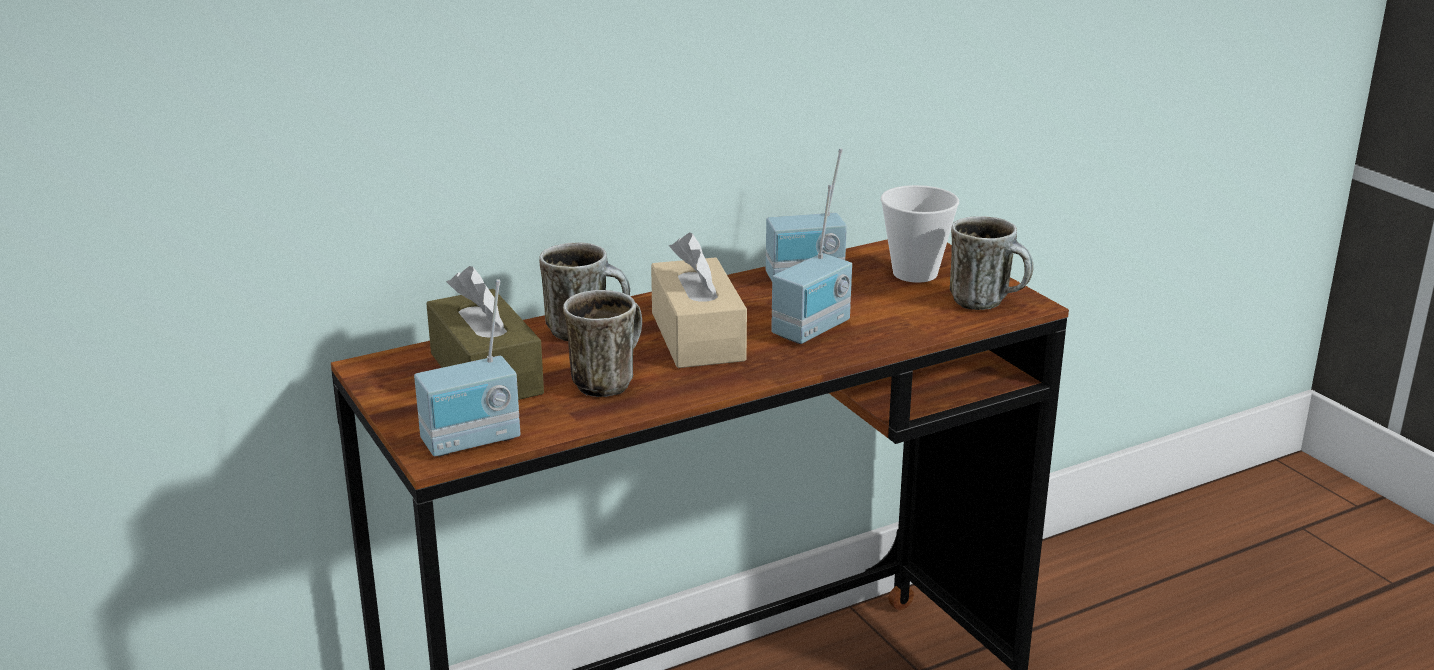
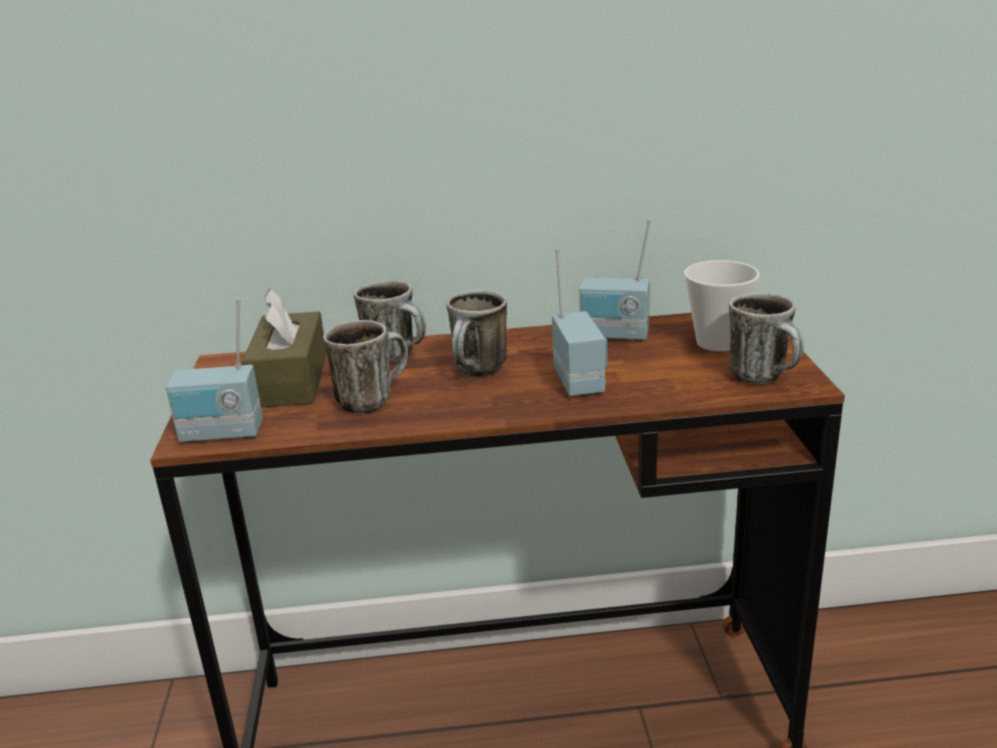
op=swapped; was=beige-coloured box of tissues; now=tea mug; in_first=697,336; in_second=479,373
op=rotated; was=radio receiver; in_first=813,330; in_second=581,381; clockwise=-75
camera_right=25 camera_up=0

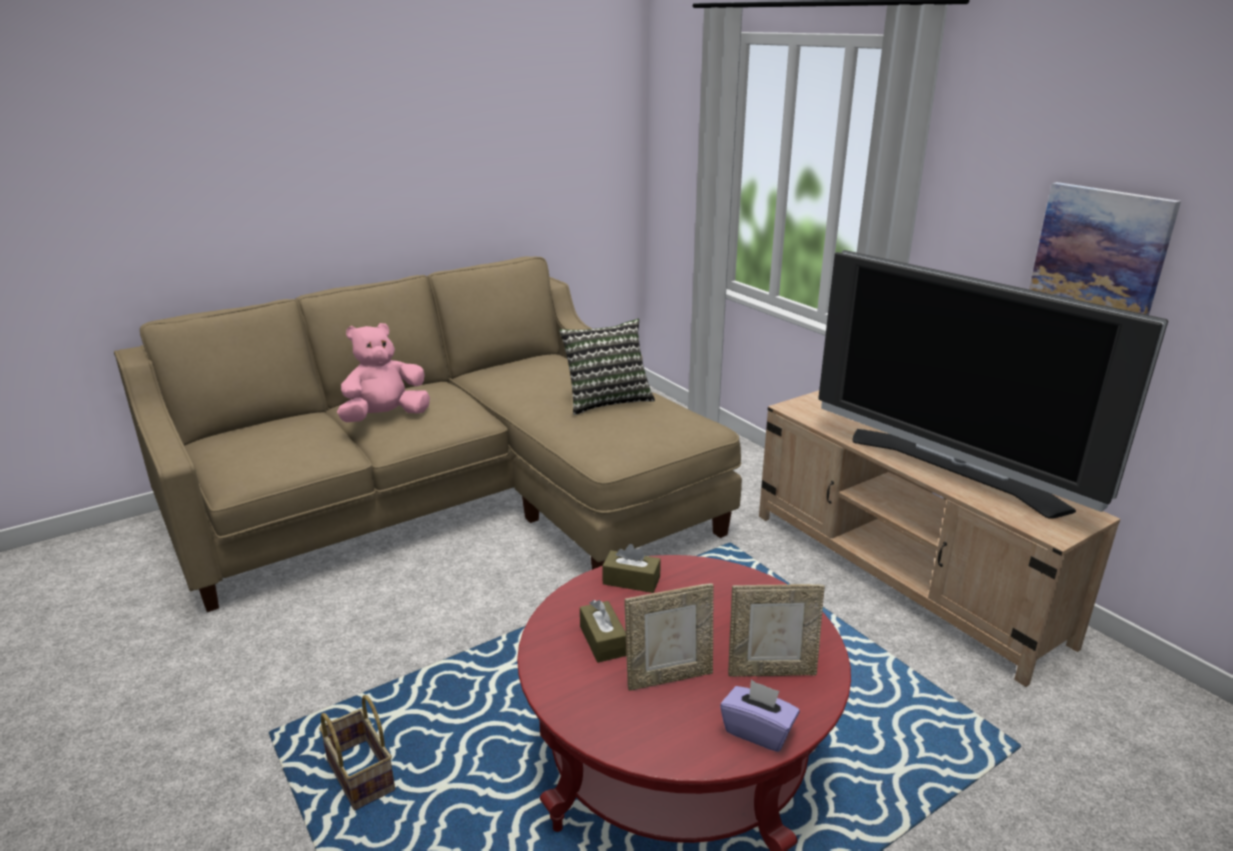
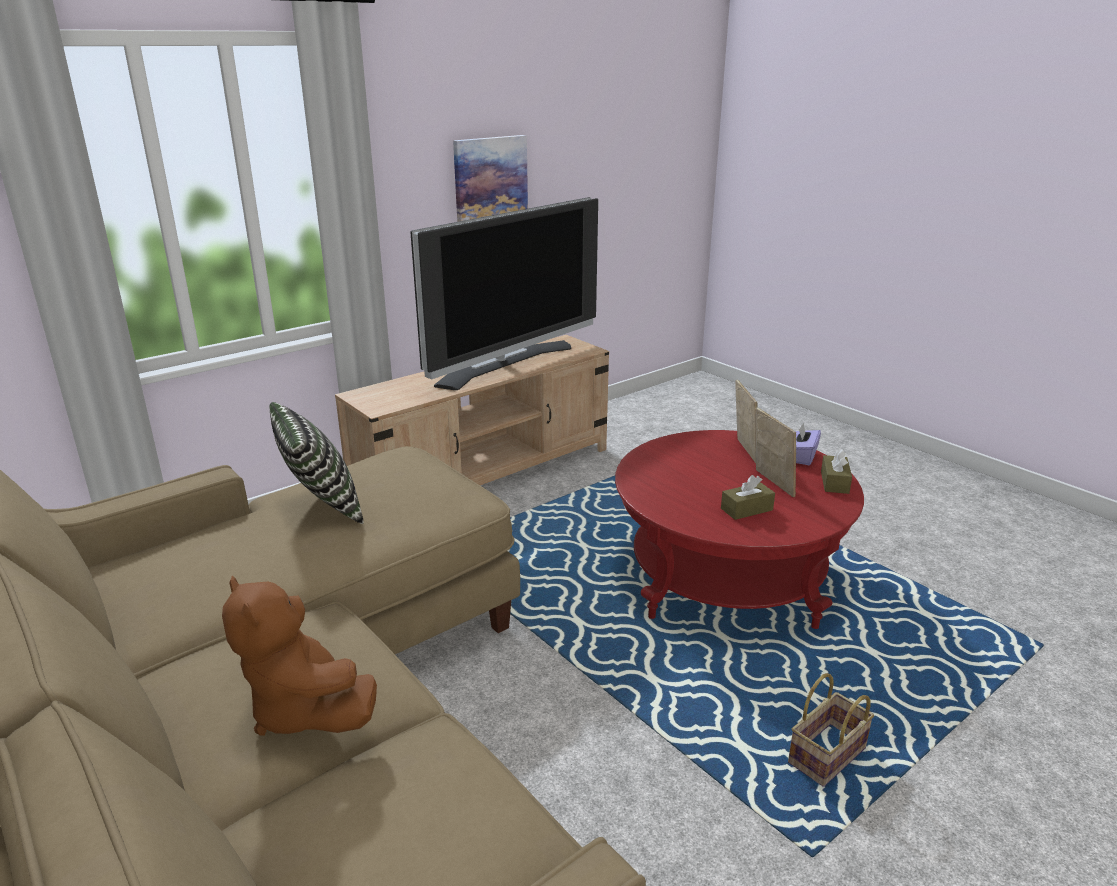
op=repainted; was=pink plush toy; now=brownish plush toy; in_first=385,417; in_second=305,710
op=shifted; was=brownish box of tissues; in_first=631,580; in_second=834,482
camera_right=-95 camera_up=0

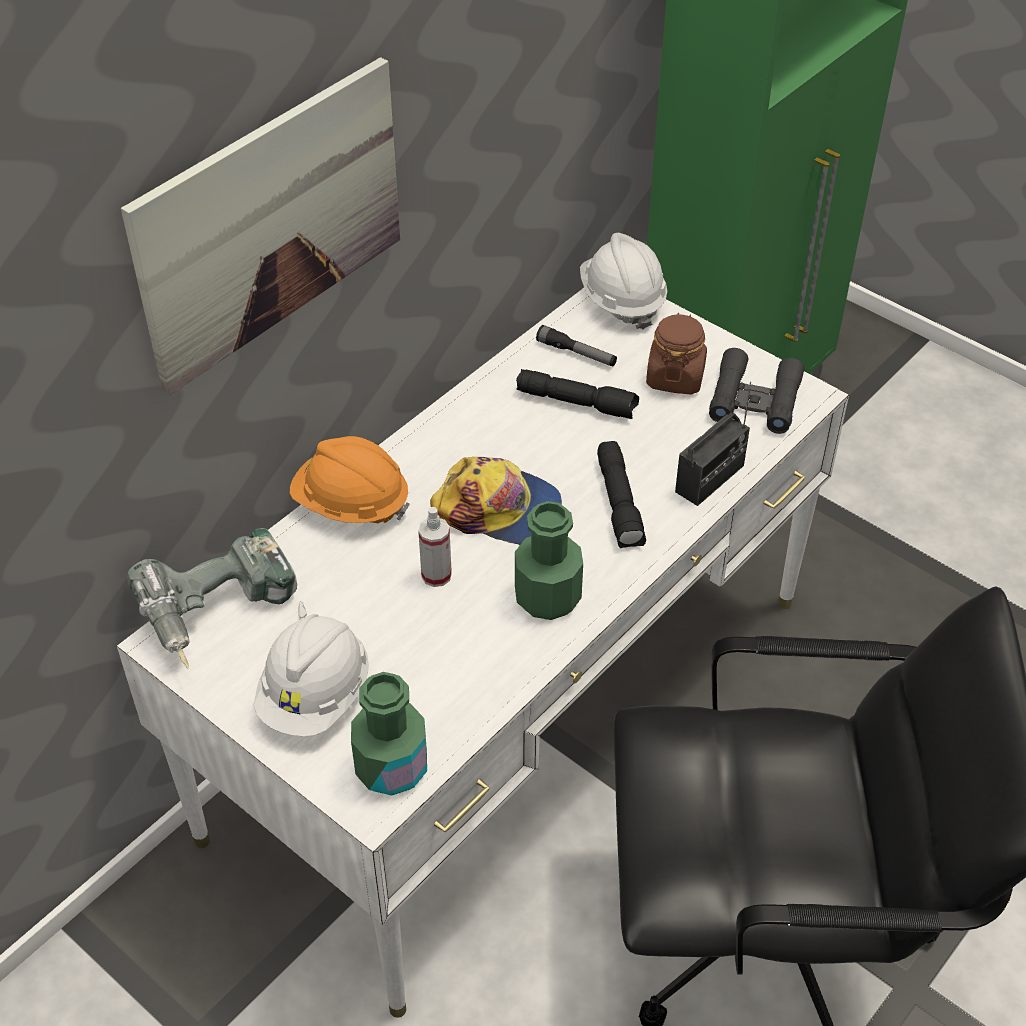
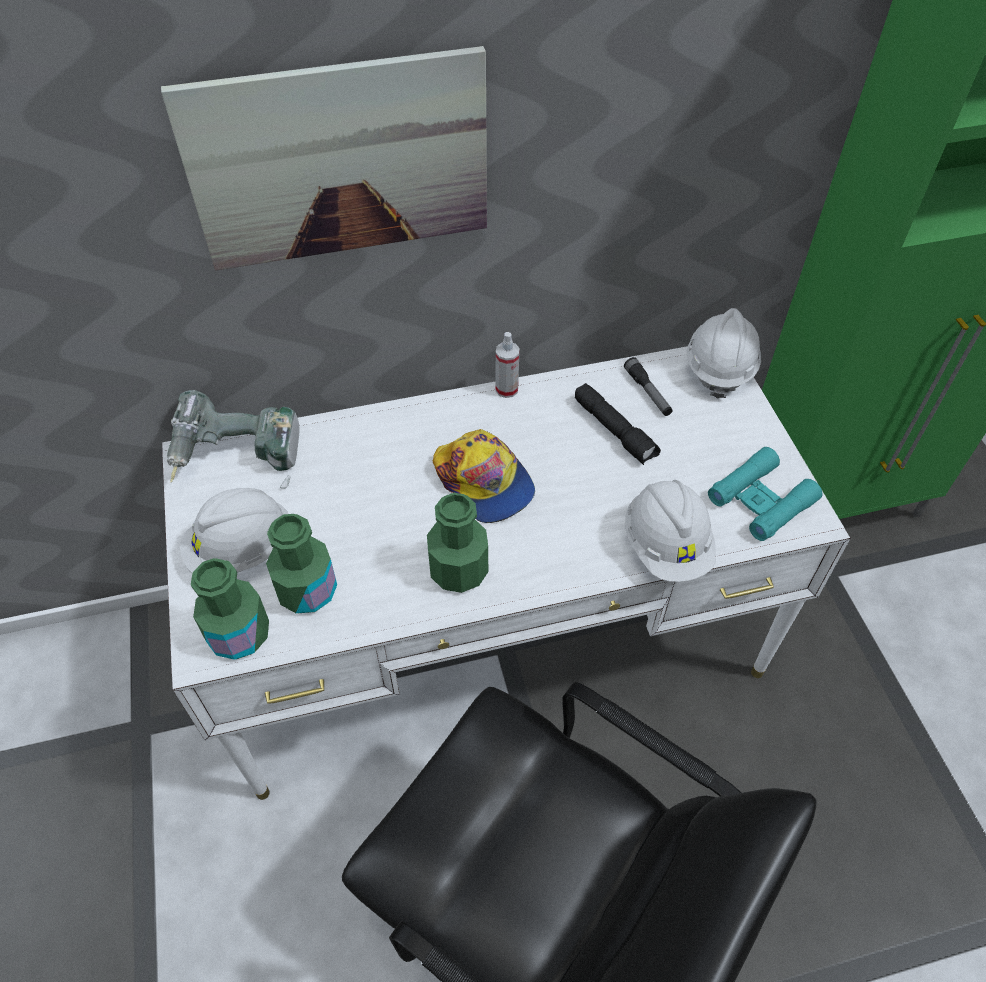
op=new; now=green bottle; in_second=307,591
op=shifted; was=sprayer; in_first=436,575; in_second=506,389
op=swapped; was=radio receiver; now=white-coloured safety helmet; in_first=710,479; in_second=666,546
op=repainted; was=blackish field glasses; now=turquoise field glasses; in_first=754,400; in_second=761,500
op=gone; was=orange-coloured safety helmet; in_first=351,504
op=gone; was=blackish torch; in_first=620,504
op=gone; was=brownish preserve jar; in_first=675,377
camera_right=35 camera_up=5

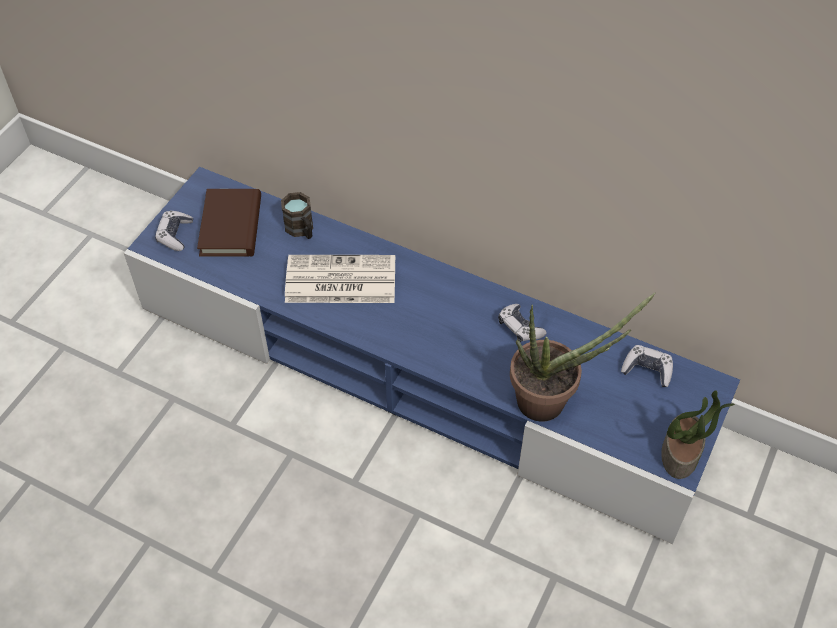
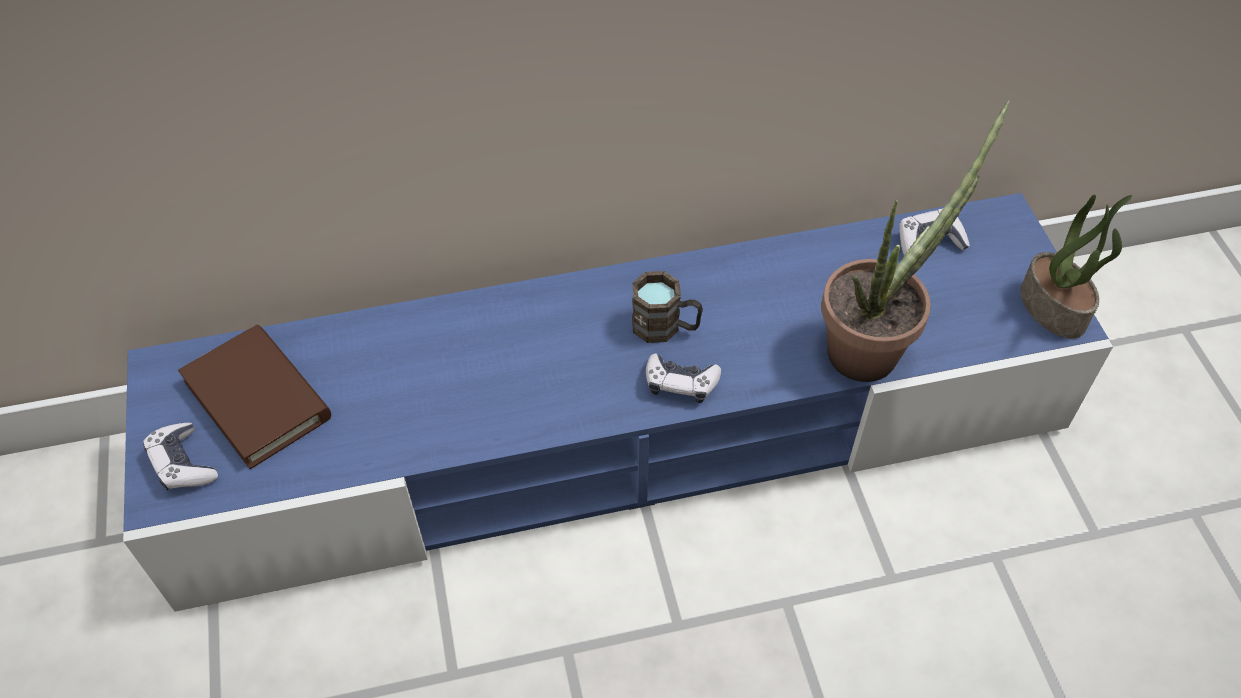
op=shifted; was=brownish tea mug; in_first=301,230; in_second=665,327
op=shifted; was=gamepad; in_first=520,328; in_second=680,383
op=gone; was=printed paper; in_first=339,281
camera_right=-40 camera_up=0

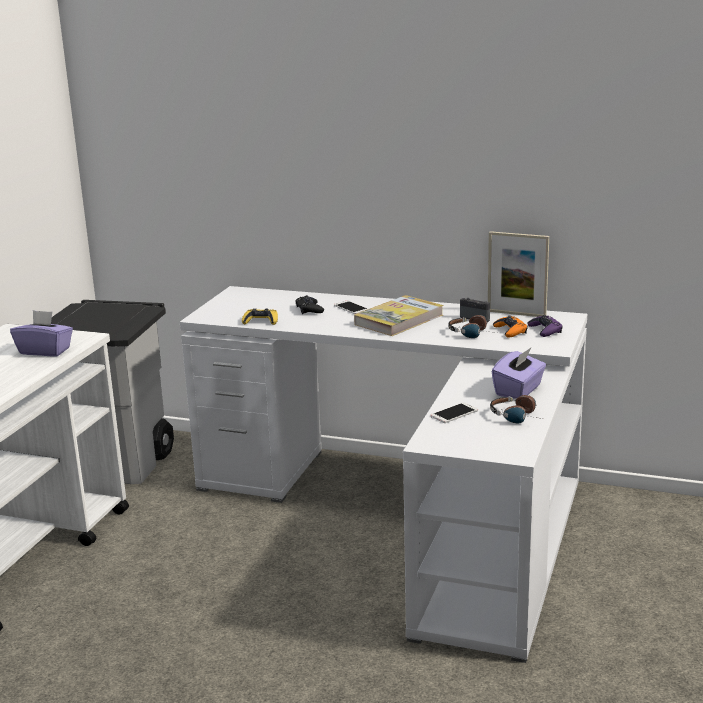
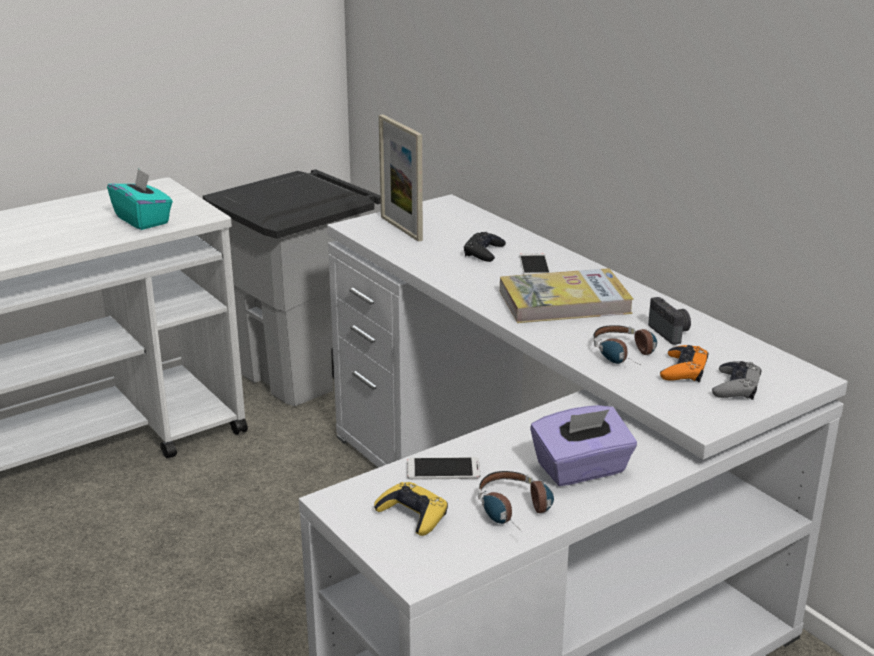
op=repainted; was=purple box of tissues; now=turquoise box of tissues; in_first=45,351; in_second=143,220
op=shifted; was=yellow-coloured gamepad; in_first=261,321; in_second=412,515
op=shifted; was=standing frame; in_first=516,314; in_second=401,228
op=repainted; was=purple gamepad; now=greyish gamepad; in_first=545,330; in_second=736,387
camera_right=35 camera_up=5

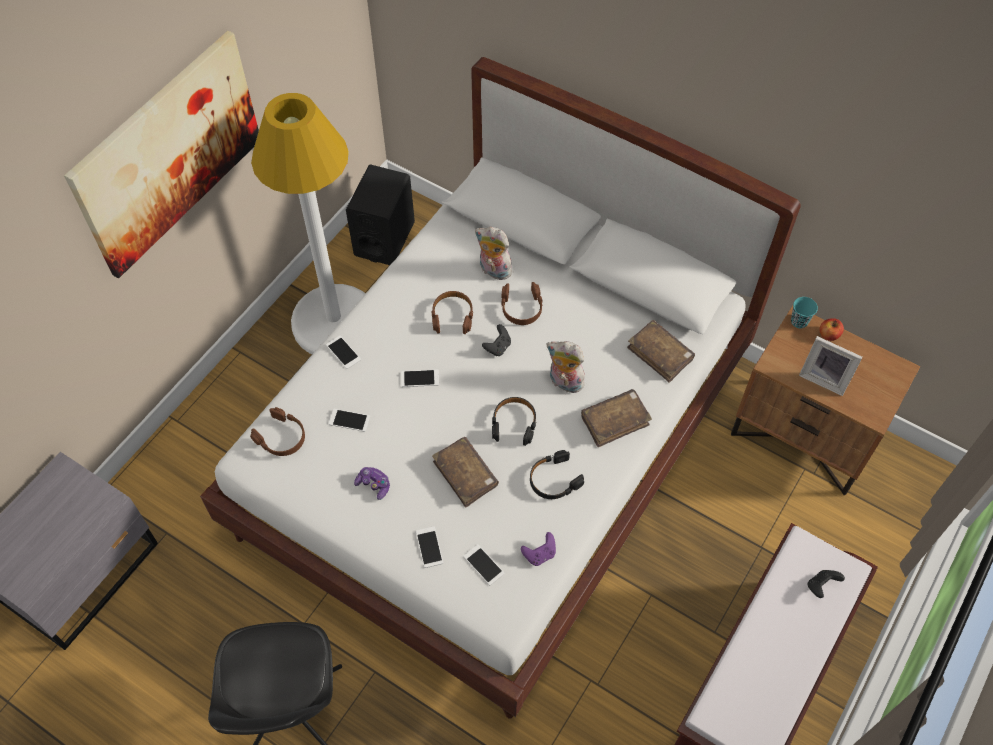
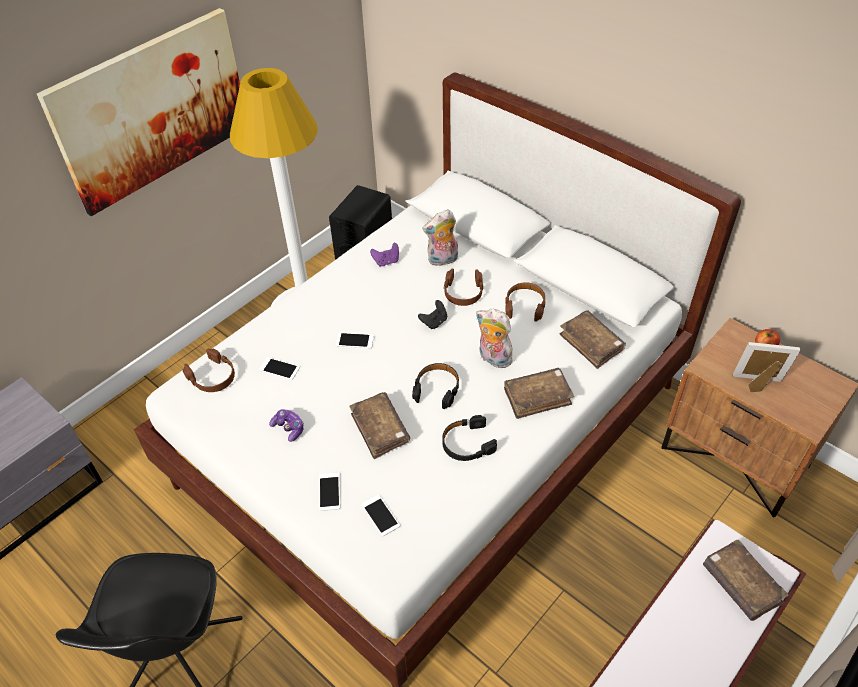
op=shifted; was=purple gamepad; in_first=539,554; in_second=386,261
op=rotated; was=plush toy; in_first=493,271; in_second=442,260; clockwise=-60
op=shifted; was=brownish pair of headphones; in_first=452,316; in_second=525,305
op=swapped; was=blackish gamepad; now=brownish bound book; in_first=821,586; in_second=740,584
op=rotated; was=standing frame; in_first=824,378; in_second=757,384; clockwise=150
op=gone; was=handset; in_first=343,352
op=gone; was=turquoise small cup; in_first=799,321
camera_right=10 camera_up=-10

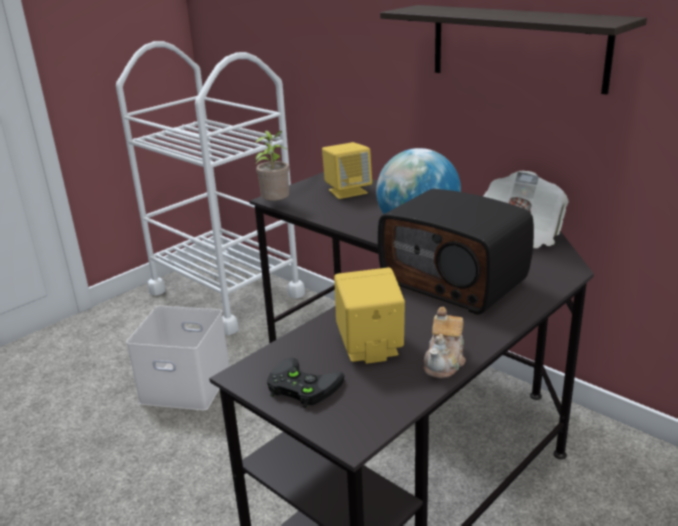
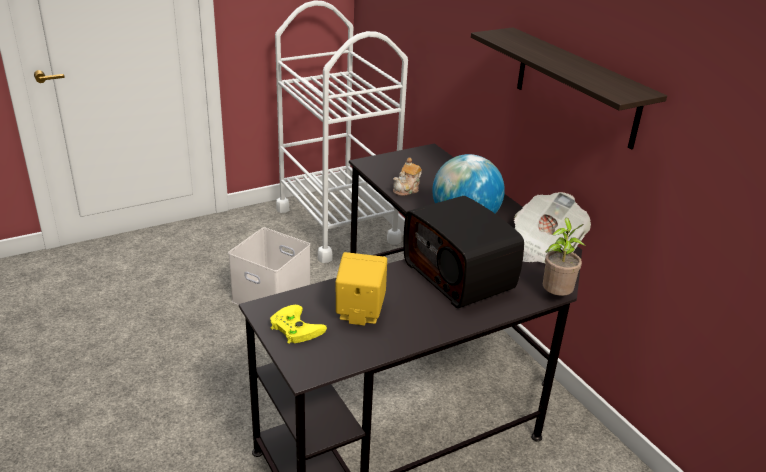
op=repainted; was=blackish gamepad; now=yellow-coloured gamepad; in_first=300,386; in_second=294,327
op=shifted; was=tea pot; in_first=445,362; in_second=407,189
op=shifted; was=plant in a pot; in_first=276,205; in_second=555,296
op=gone; was=yellow-coloured speaker; in_first=347,191
camera_right=15 camera_up=5

